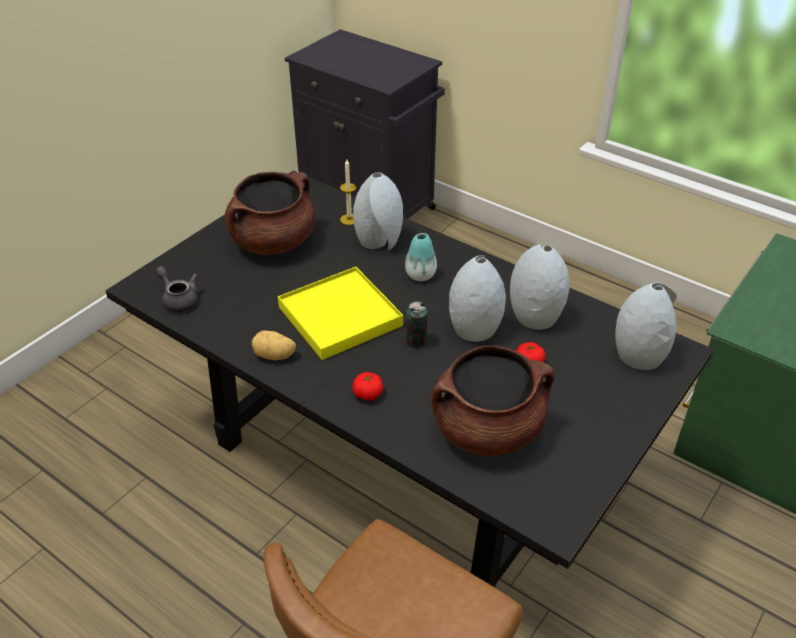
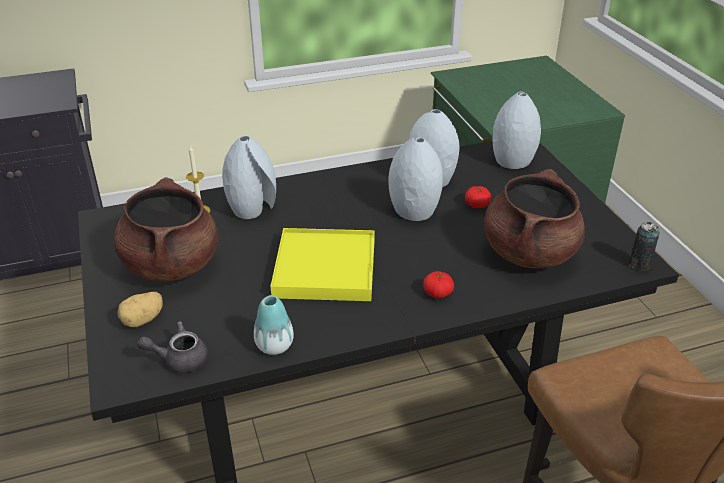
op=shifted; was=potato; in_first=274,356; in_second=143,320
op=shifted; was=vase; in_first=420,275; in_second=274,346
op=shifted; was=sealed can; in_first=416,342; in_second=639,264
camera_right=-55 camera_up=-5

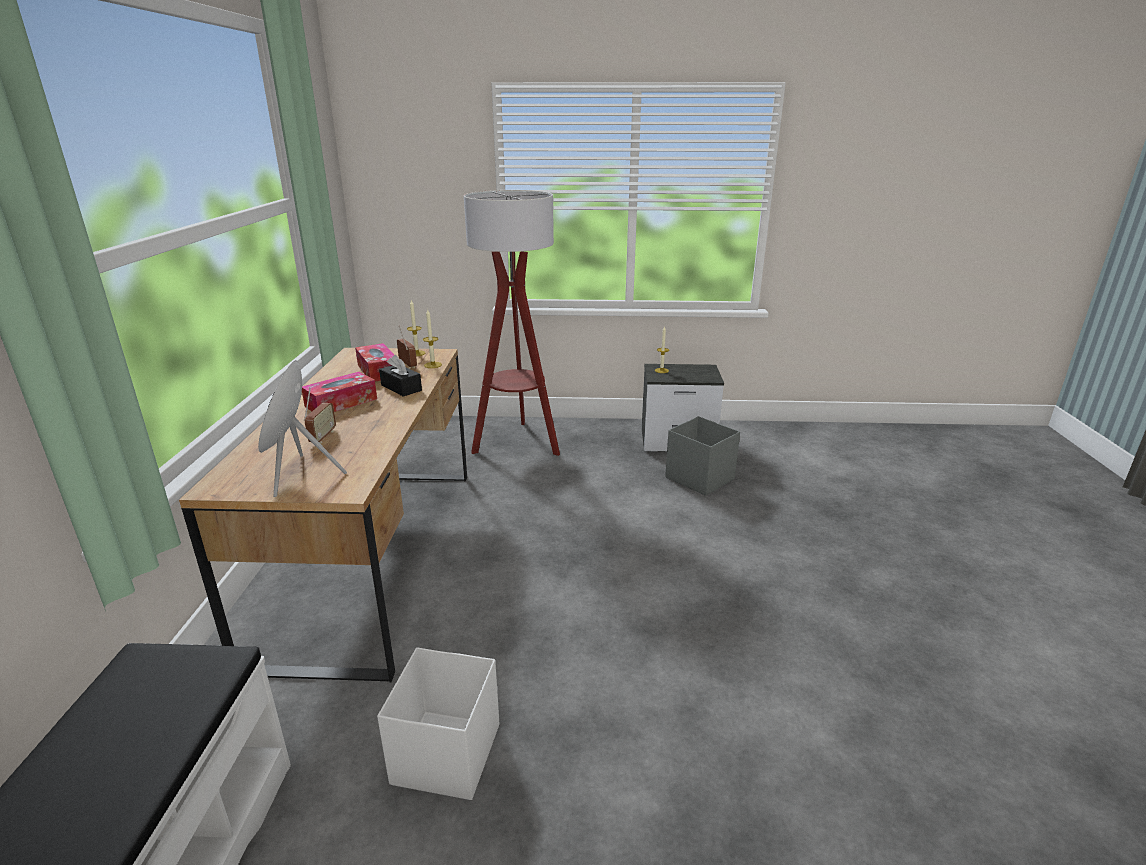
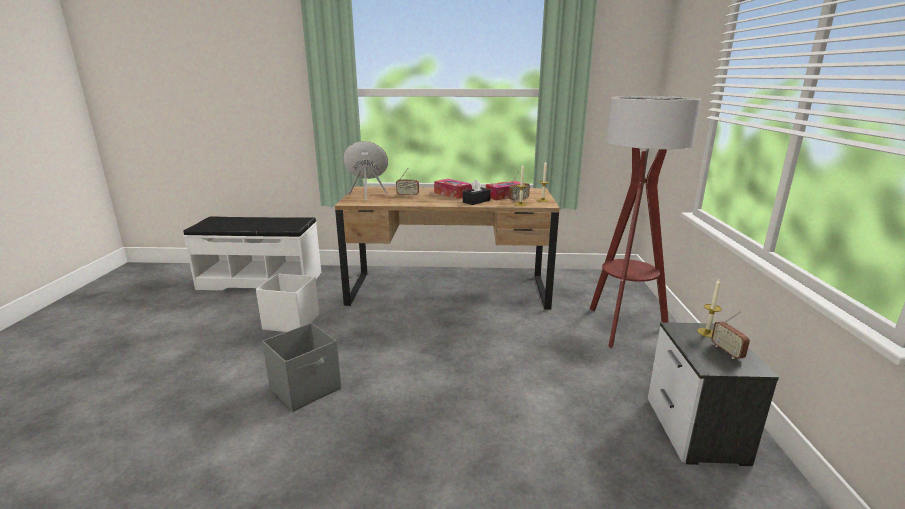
op=shifted; was=greyish storage bin; in_first=699,478; in_second=306,388
op=new; now=radio receiver; in_second=727,352
camera_right=90 camera_up=-5

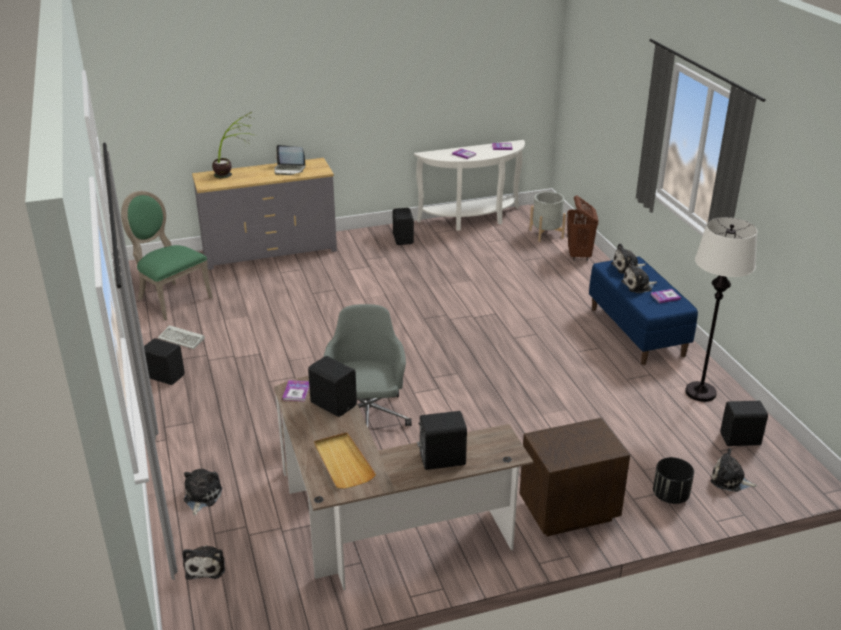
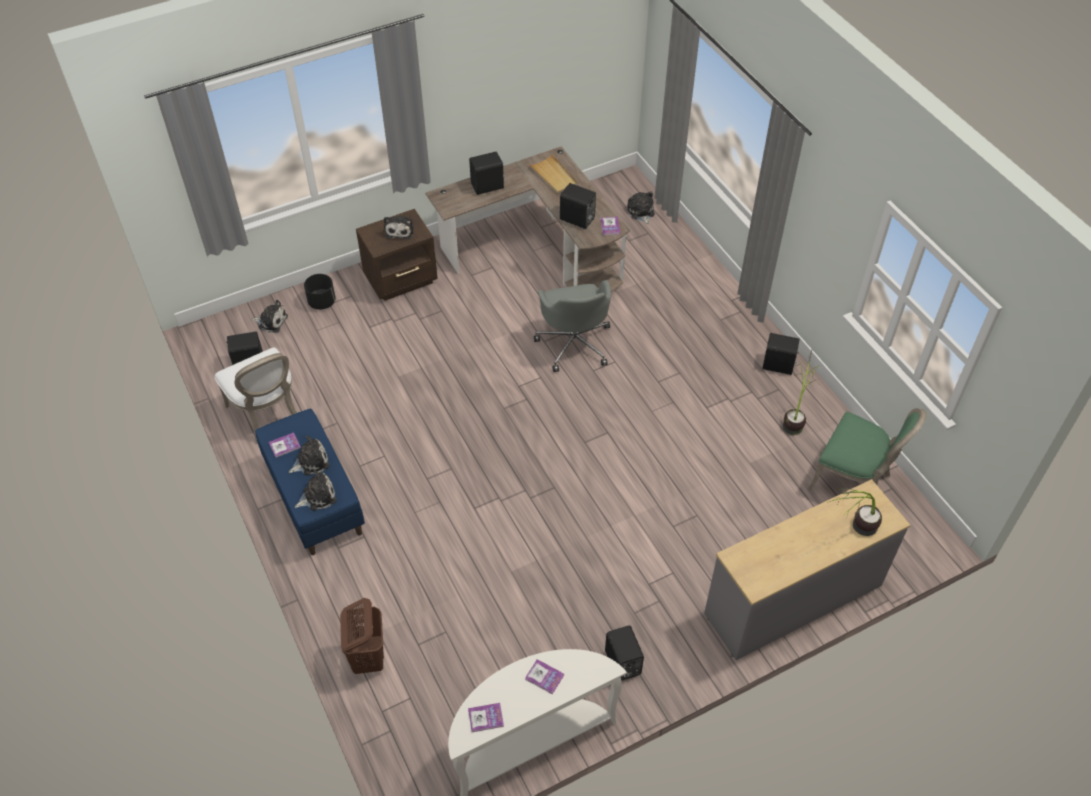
op=swapped; was=white-coloured standing lamp; now=white-coloured plain chair; in_first=700,392; in_second=268,414
op=shifted; was=plush toy; in_first=201,497; in_second=400,230
op=swapped; was=computer keyboard; now=plant in a pot; in_first=182,339; in_second=795,417
op=gone; was=portable computer; in_first=289,170
op=gone; was=greyish flower pot; in_first=546,234
camera_right=170 camera_up=20

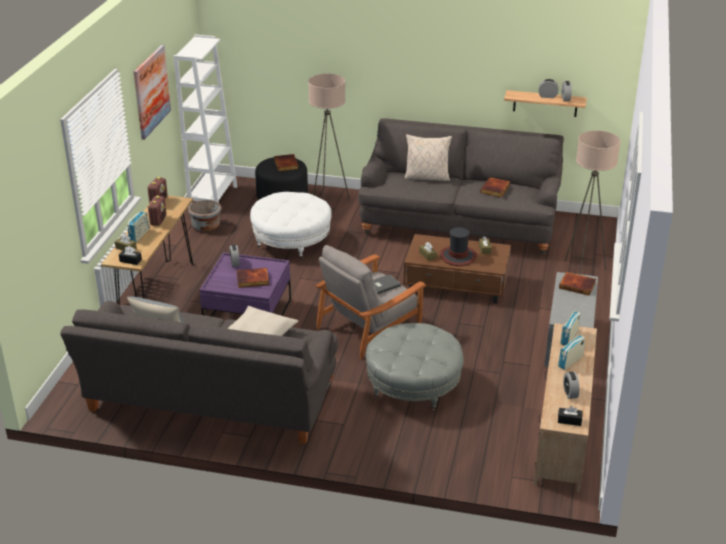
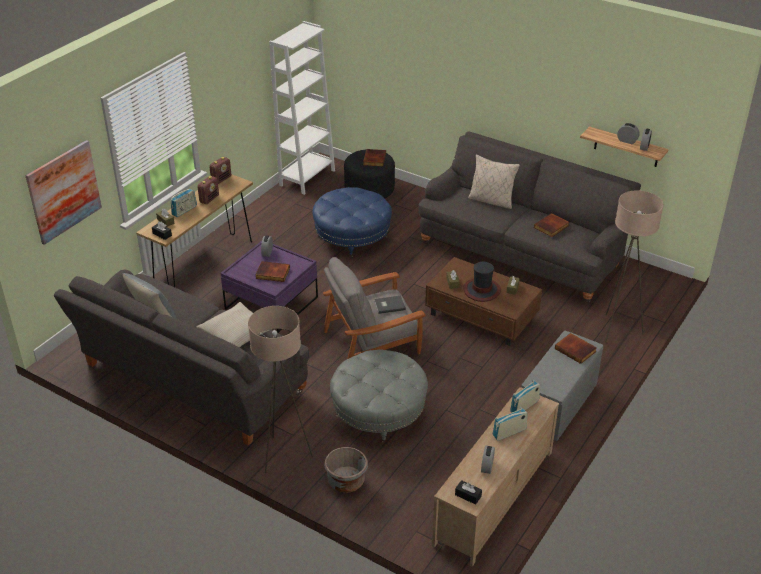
op=shifted; was=picture; in_first=151,91; in_second=64,191
op=shifted; was=beige-coloured standing lamp; in_first=328,203; in_second=284,455
op=repainted; was=white-coloured ottoman; now=blue-coloured ottoman; in_first=292,241; in_second=352,237
op=shifted; was=greyish flower pot; in_first=206,226; in_second=346,481
camera_right=20 camera_up=5

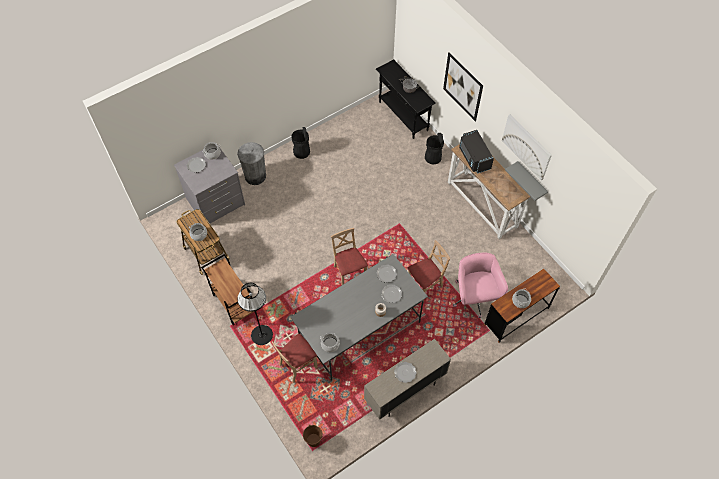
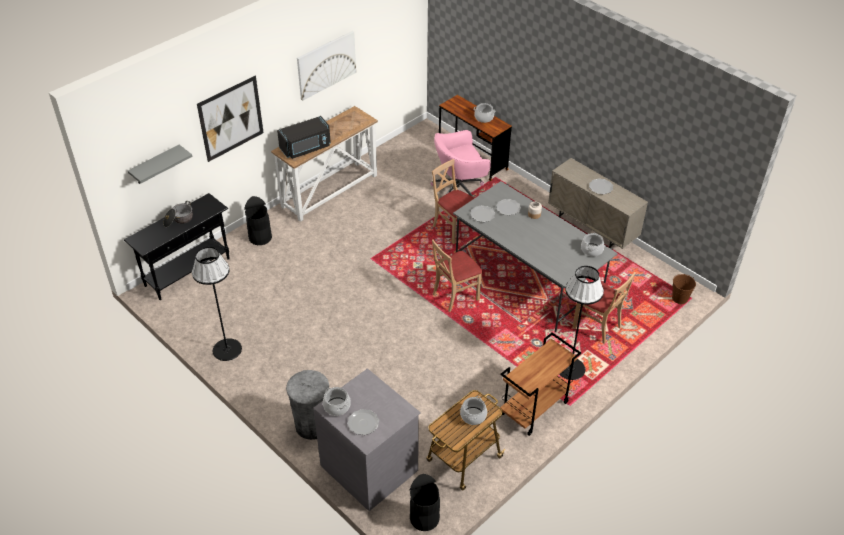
op=shifted; was=greyish shelf; in_first=531,180; in_second=155,165
op=new; now=blackish standing lamp; in_second=227,349
op=shifted; was=blackish rubbish bin; in_first=301,151; in_second=424,517
camera_right=-100 camera_up=-15

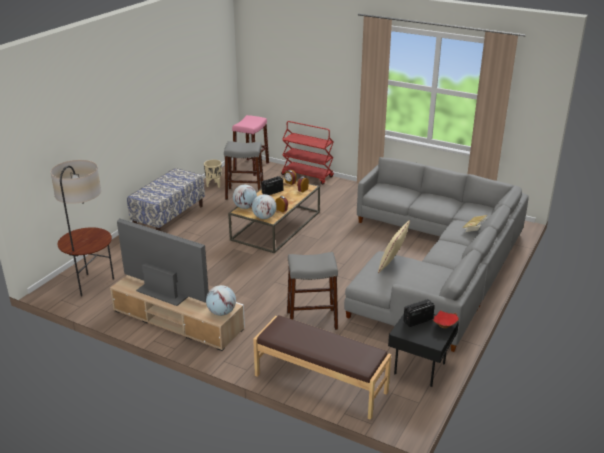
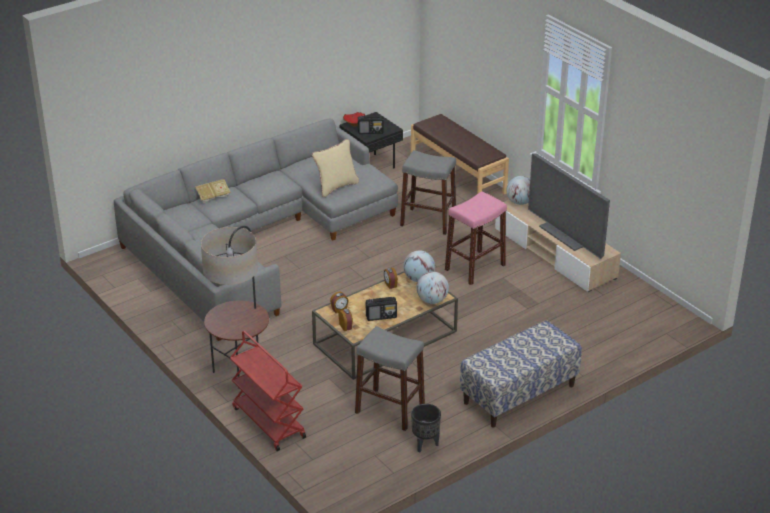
op=shifted; was=standing lamp; in_first=92,284; in_second=240,371
op=repainted; was=beige-coloured flower pot; now=blackish flower pot; in_first=214,185; in_second=425,444
op=shifted; was=pink stool; in_first=251,167; in_second=475,267
camera_right=-155 camera_up=5

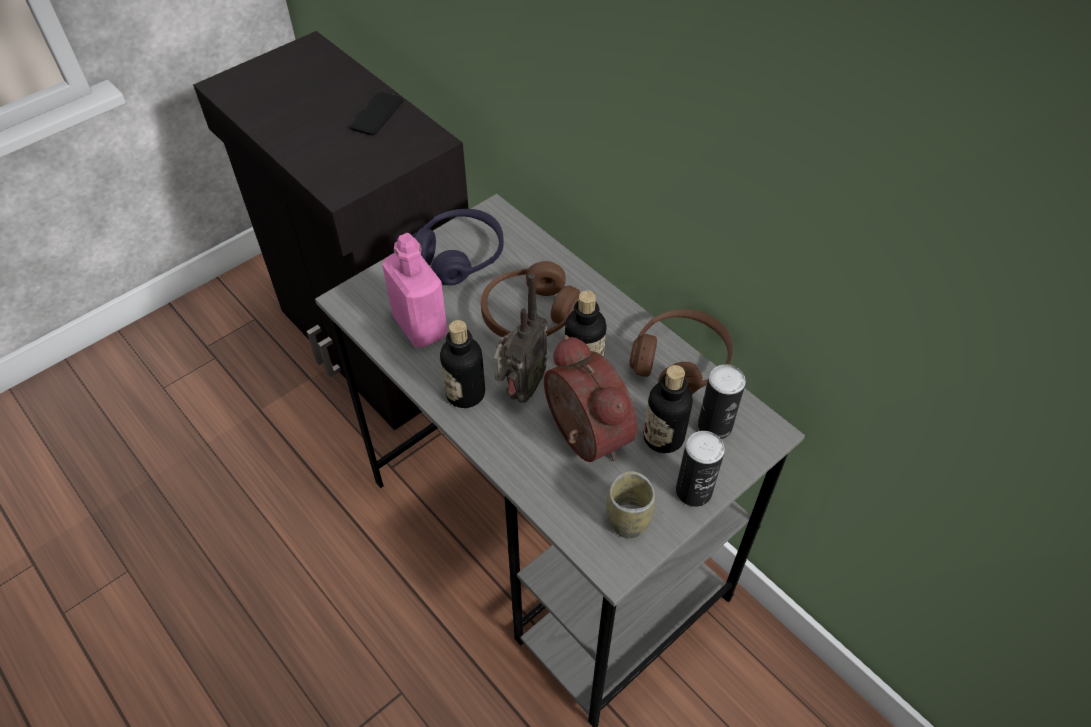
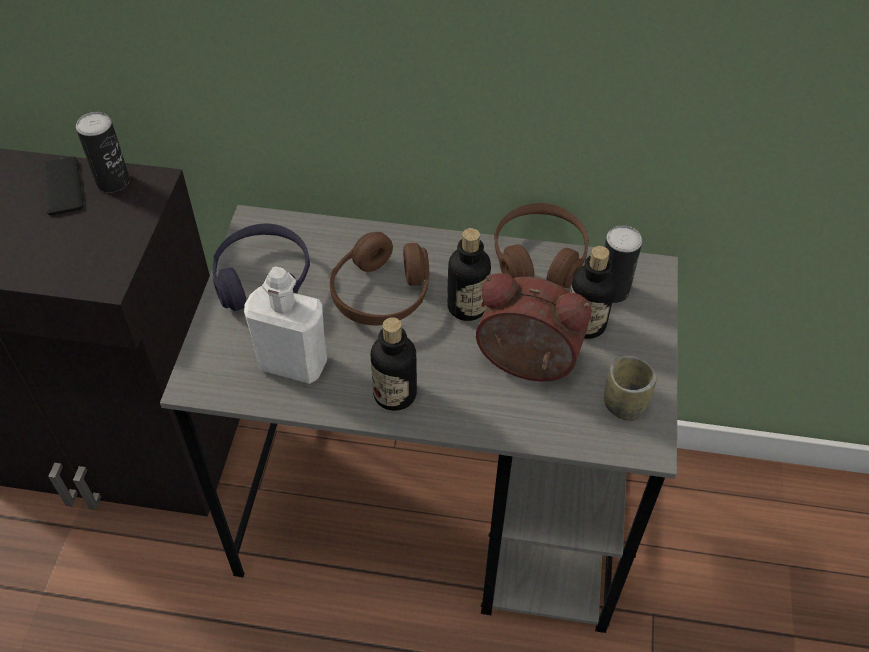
op=shifted; was=sealed can; in_first=693,491; in_second=113,181
op=repainted; was=pink bottle; now=white-coloured bottle; in_first=420,326; in_second=293,363
op=gone; was=radio receiver; in_first=520,390
camera_right=-40 camera_up=0

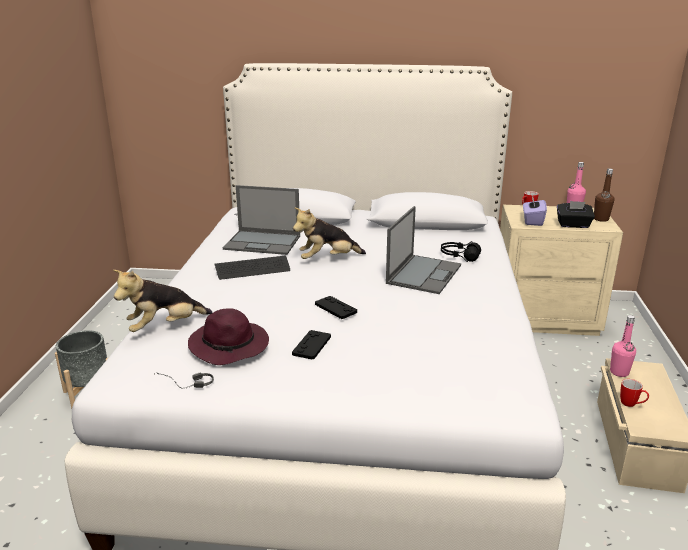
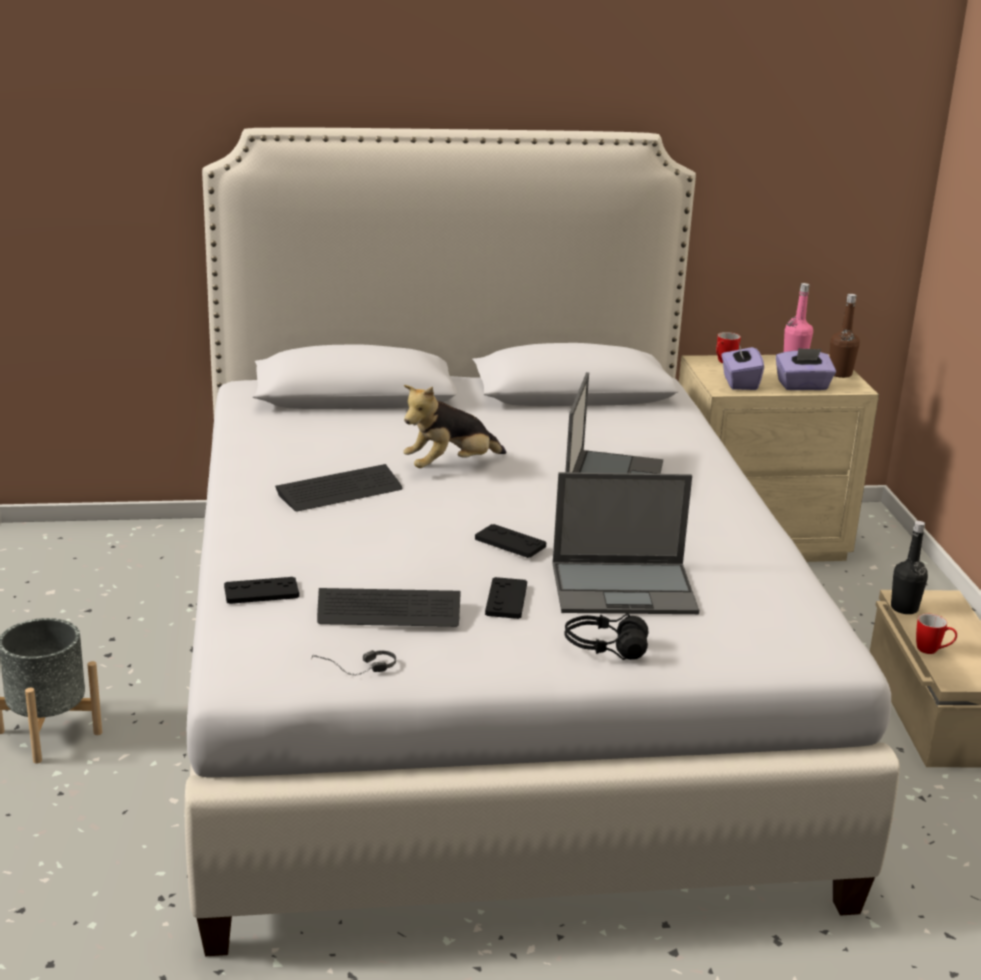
op=swapped; was=plush toy; now=blackish gamepad; in_first=164,327; in_second=261,592
op=swapped; was=purple hat; now=computer keyboard; in_first=230,346; in_second=389,611
op=shifted; was=portable computer; in_first=263,243; in_second=625,588
op=shifted; was=blackish pair of headphones; in_first=459,257; in_second=605,648
op=repainted; was=blackish box of tissues; now=purple box of tissues; in_first=573,225; in_second=803,386
op=repainted; was=pink bottle; now=blackish bottle; in_first=619,372; in_second=904,608
camera_right=-15 camera_up=0

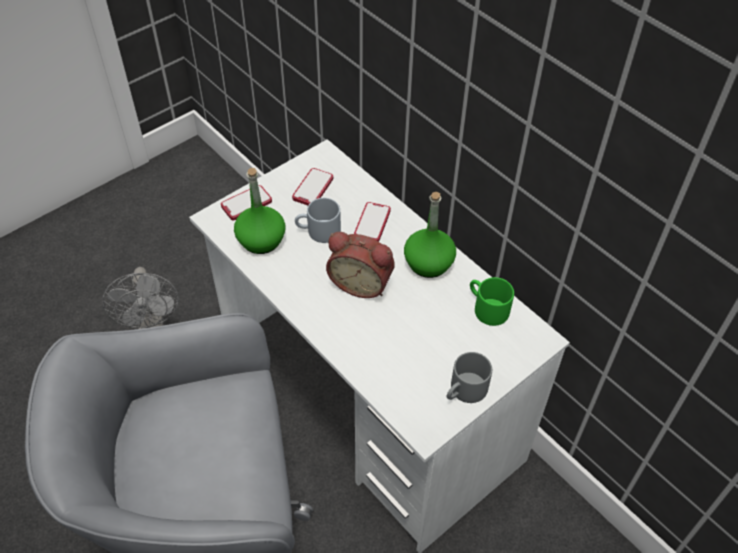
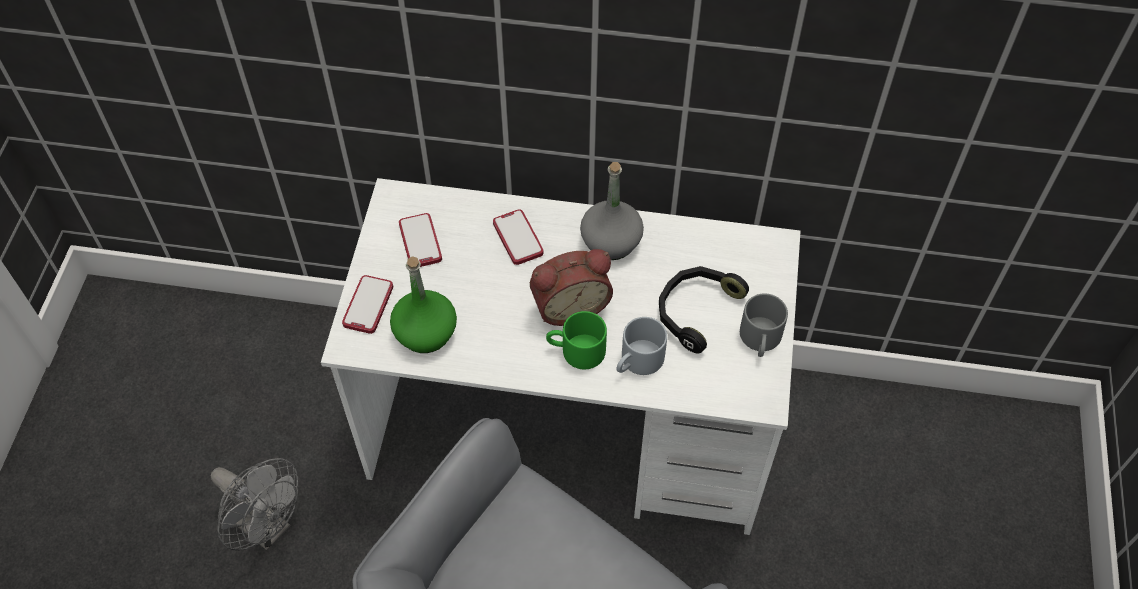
op=shifted; was=green tea mug; in_first=486,308; in_second=576,351
op=repainted; was=green bottle; now=greyish bottle; in_first=428,263; in_second=611,242
op=shifted; was=greyish tea mug; in_first=318,231; in_second=638,362
op=new; now=blackish pair of headphones; in_second=695,310
camera_right=-40 camera_up=5

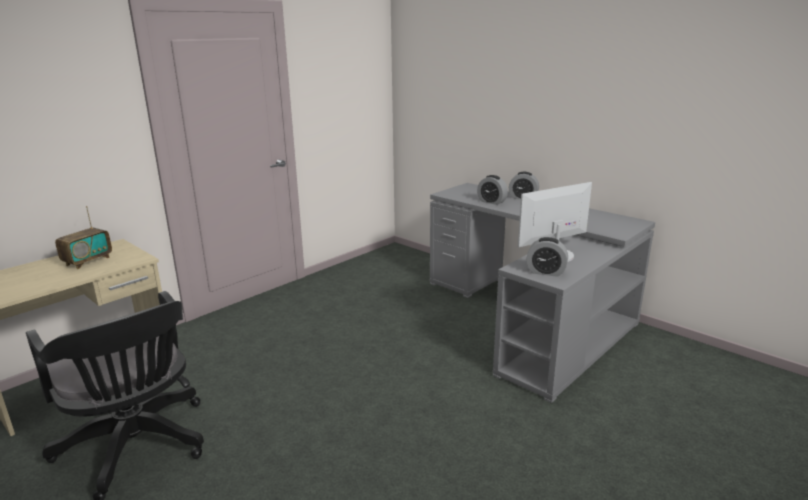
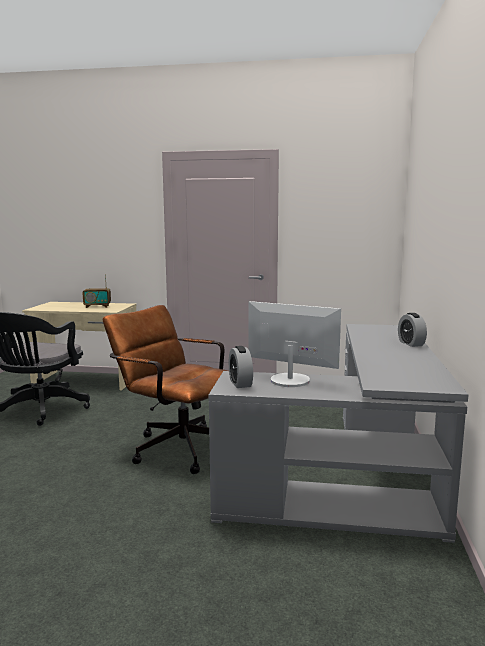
op=new; now=brownish office chair; in_second=176,446
op=gone; was=alarm clock; in_first=491,202
camera_right=55 camera_up=-10

